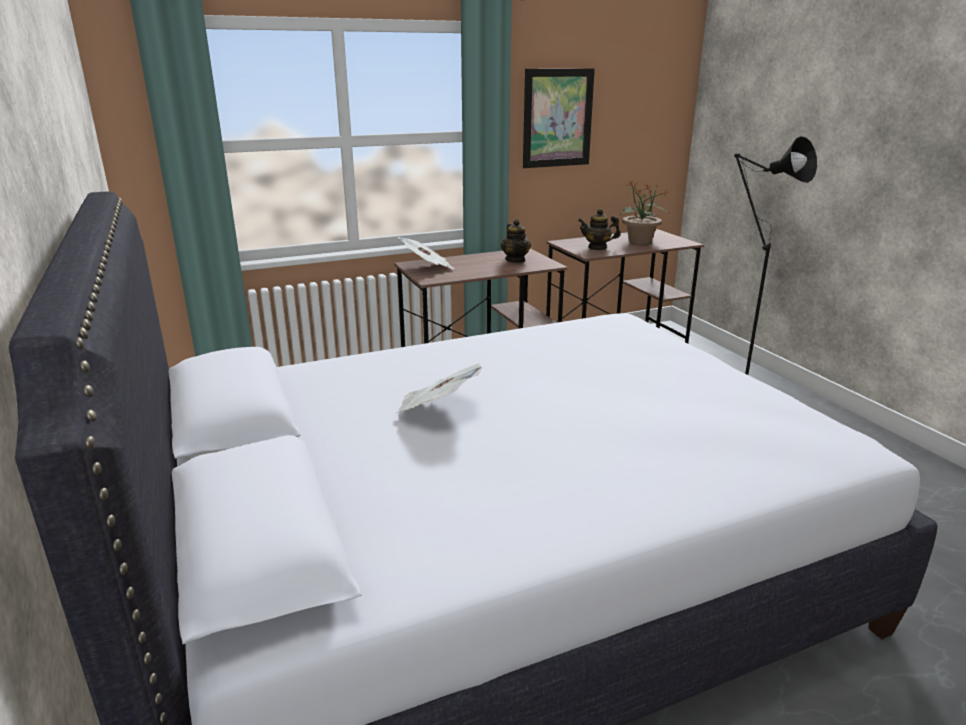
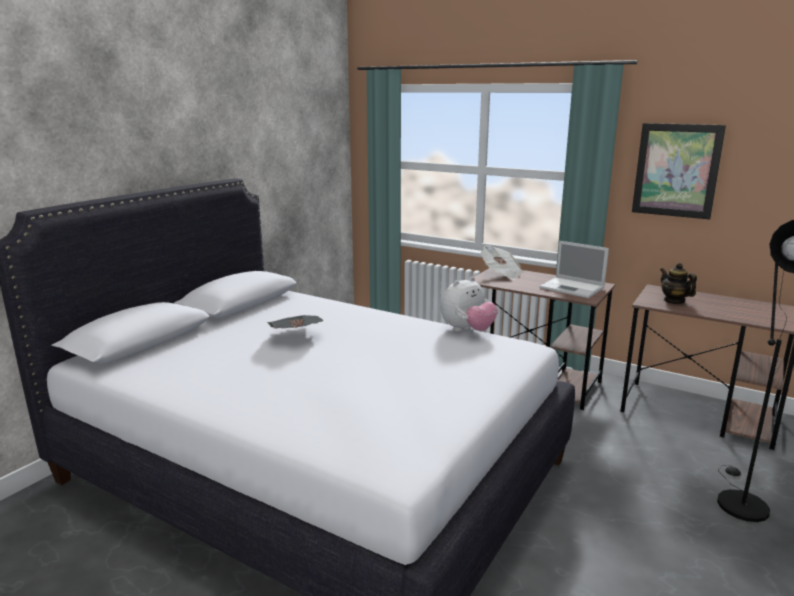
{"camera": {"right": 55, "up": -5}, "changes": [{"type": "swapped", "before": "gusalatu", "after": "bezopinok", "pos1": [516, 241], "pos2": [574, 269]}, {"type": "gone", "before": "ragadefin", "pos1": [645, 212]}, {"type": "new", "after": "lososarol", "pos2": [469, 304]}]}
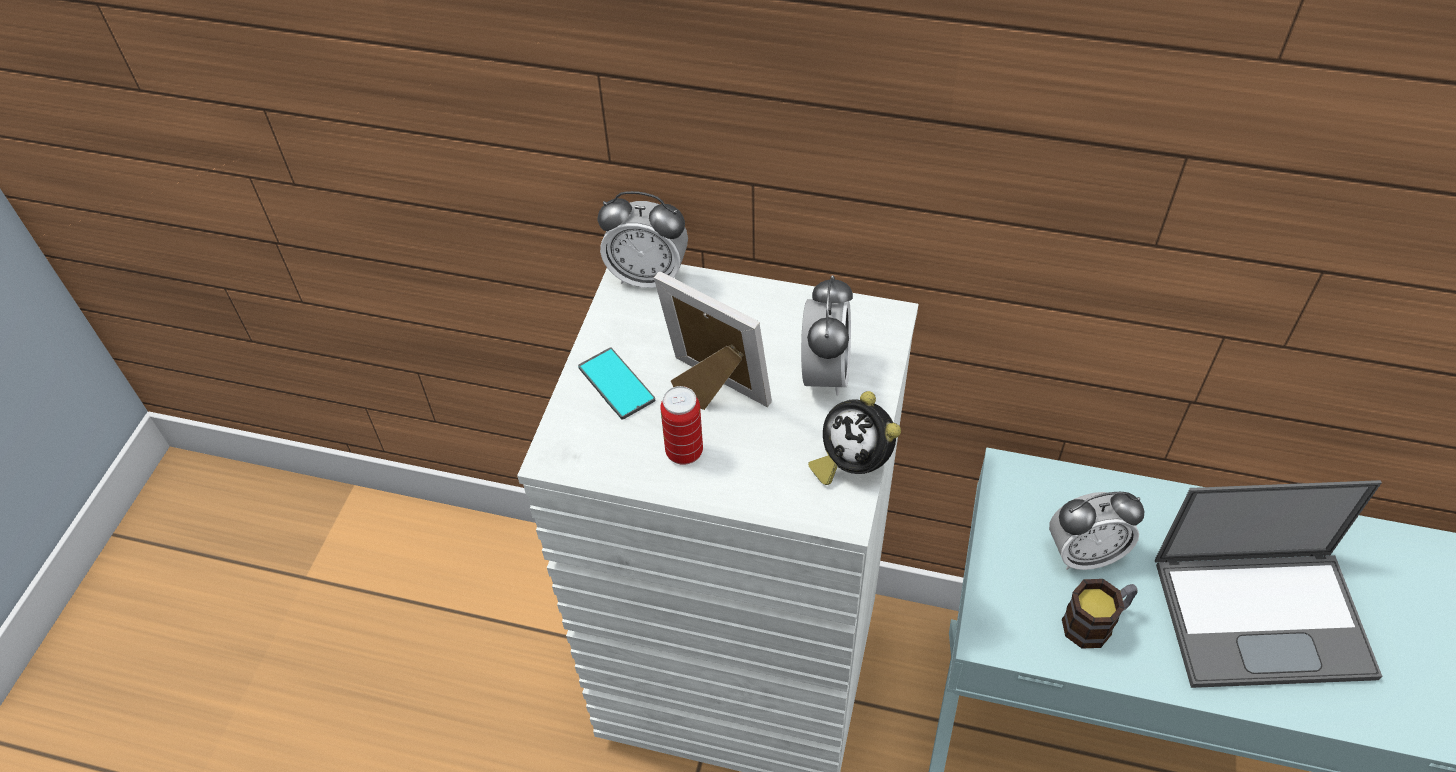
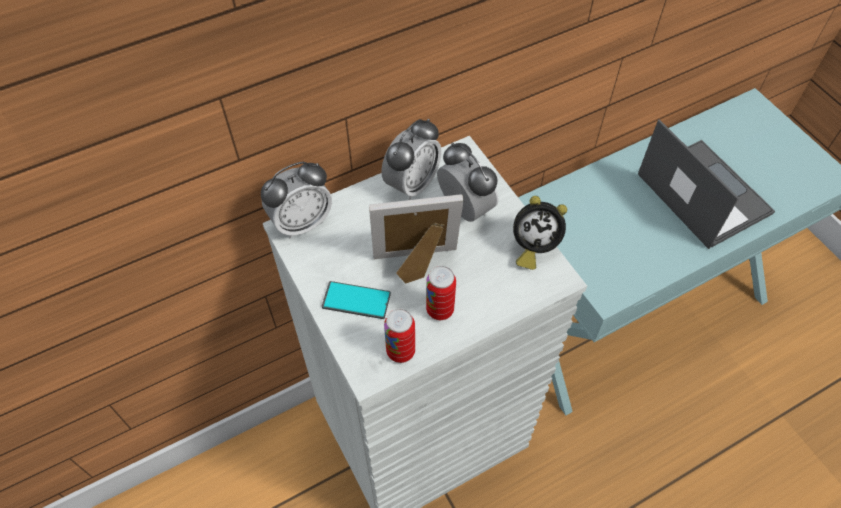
{"camera": {"right": -45, "up": 5}, "changes": [{"type": "shifted", "before": "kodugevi", "pos1": [1096, 531], "pos2": [411, 159]}, {"type": "gone", "before": "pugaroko", "pos1": [1100, 613]}, {"type": "rotated", "before": "bezopinok", "pos1": [1268, 584], "pos2": [706, 184], "turn": -75}, {"type": "new", "after": "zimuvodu", "pos2": [399, 336]}]}
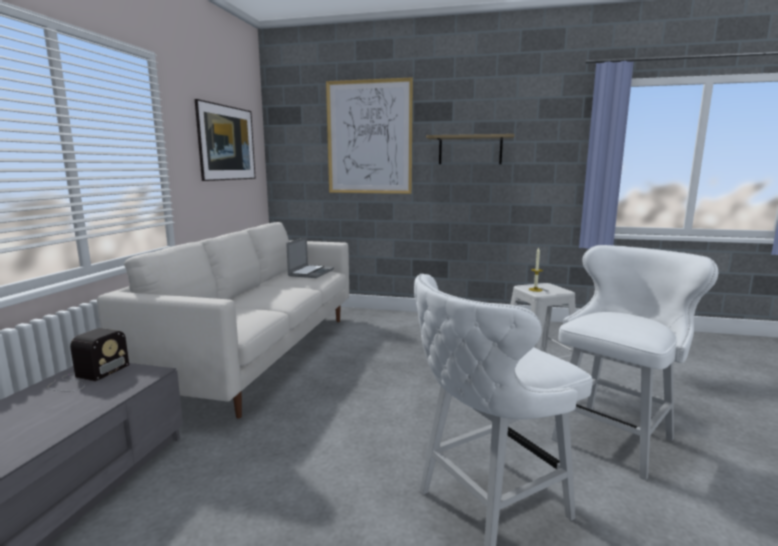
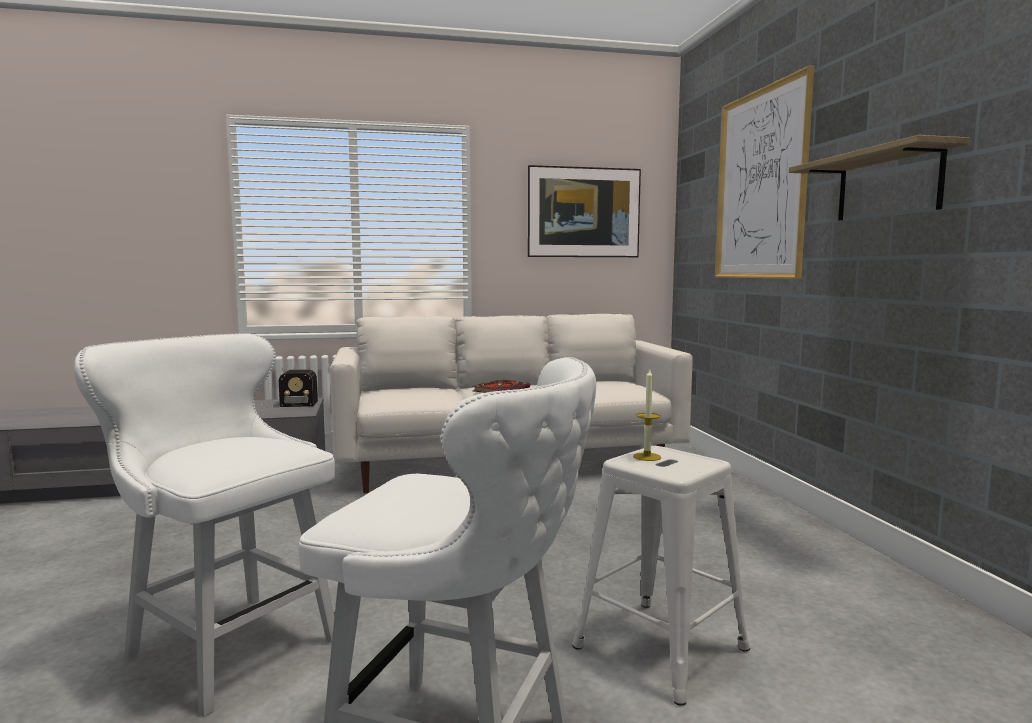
{"camera": {"right": 65, "up": -5}, "changes": [{"type": "gone", "before": "bezopinok", "pos1": [310, 257]}, {"type": "new", "after": "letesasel", "pos2": [501, 386]}]}
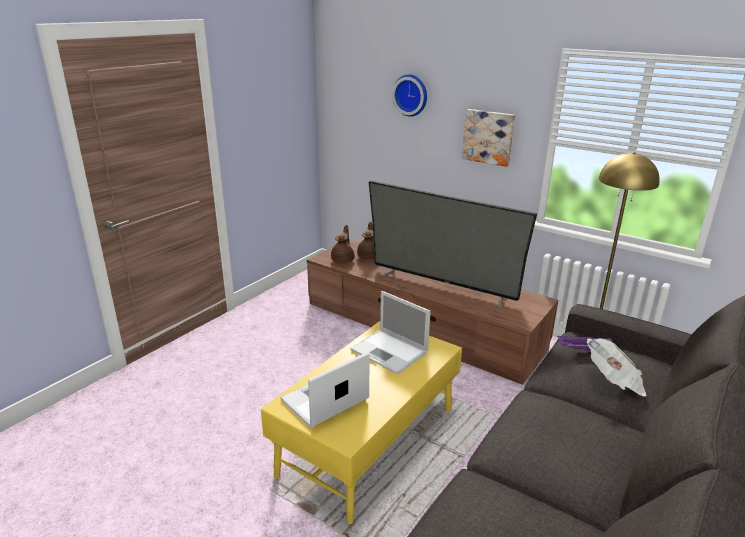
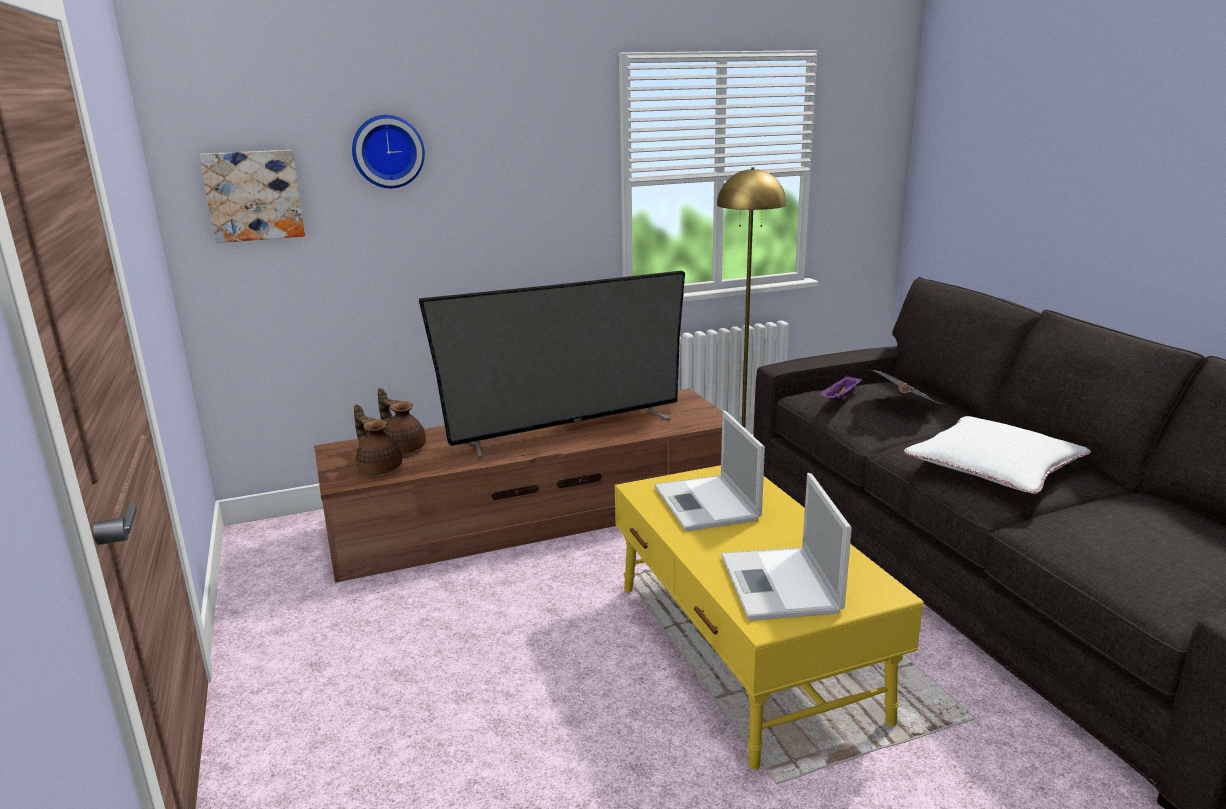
{"camera": {"right": -55, "up": -5}, "changes": [{"type": "rotated", "before": "bezopinok", "pos1": [390, 332], "pos2": [709, 471], "turn": 90}, {"type": "shifted", "before": "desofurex", "pos1": [488, 138], "pos2": [252, 196]}, {"type": "new", "after": "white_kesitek", "pos2": [997, 455]}]}
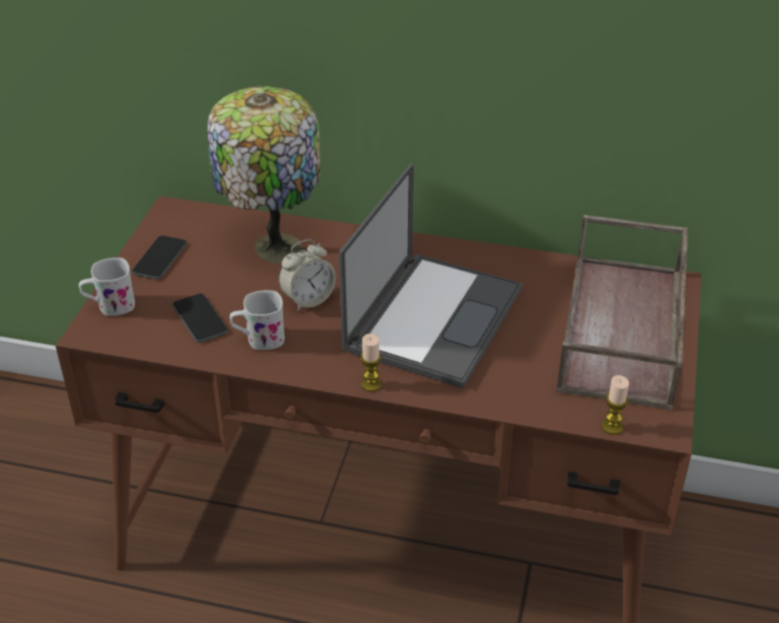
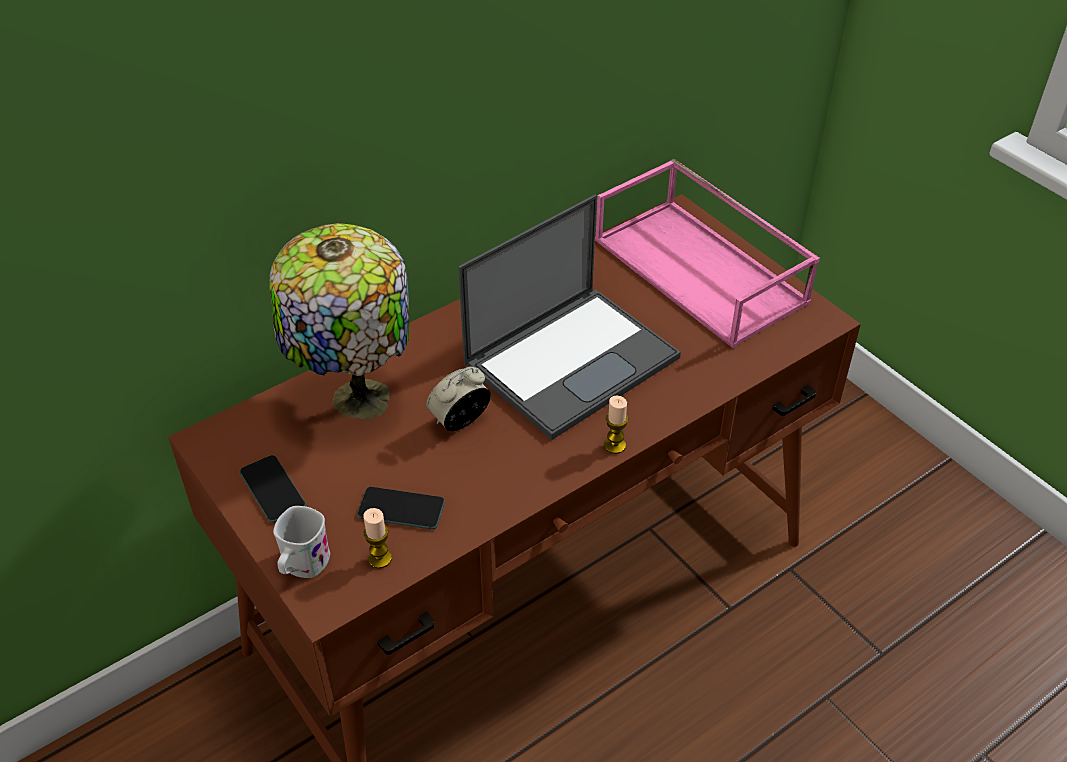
{"camera": {"right": -50, "up": 5}, "changes": [{"type": "gone", "before": "white_pugaroko", "pos1": [257, 320]}, {"type": "rotated", "before": "kodugevi", "pos1": [307, 275], "pos2": [458, 399], "turn": -135}, {"type": "rotated", "before": "bezopinok", "pos1": [430, 275], "pos2": [569, 317], "turn": 75}, {"type": "repainted", "before": "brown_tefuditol", "after": "pink_tefuditol", "pos1": [622, 313], "pos2": [707, 253]}, {"type": "shifted", "before": "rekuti", "pos1": [615, 405], "pos2": [377, 538]}]}
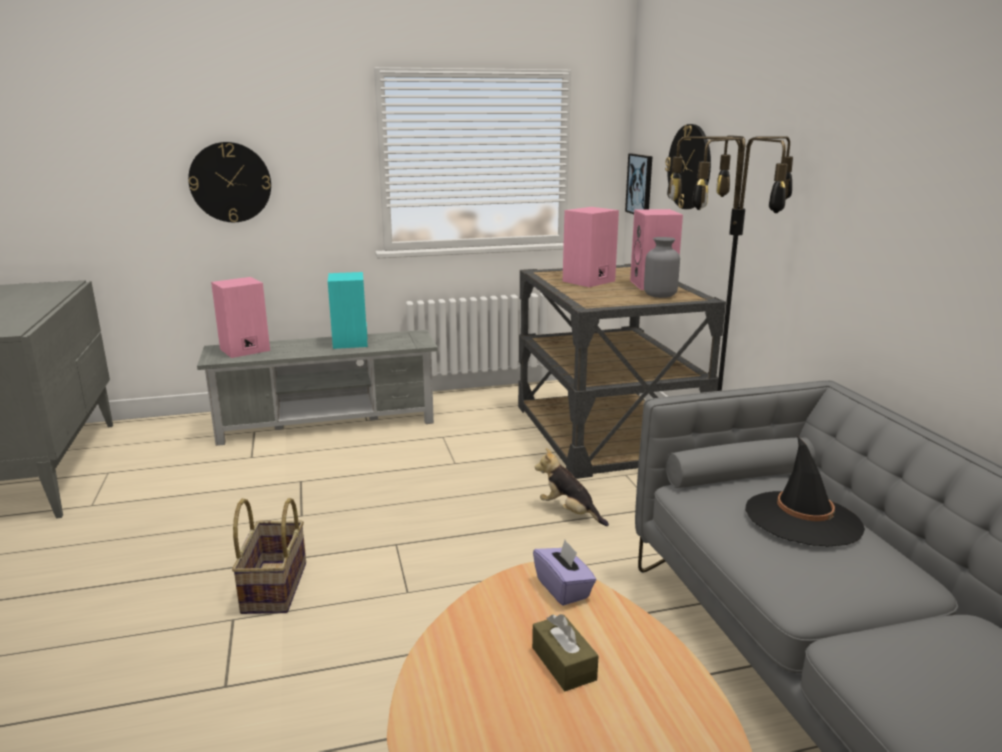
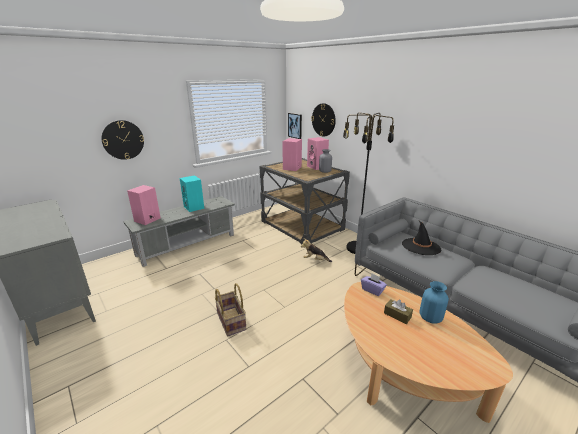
{"camera": {"right": -25, "up": 5}, "changes": [{"type": "new", "after": "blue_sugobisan", "pos2": [434, 302]}]}
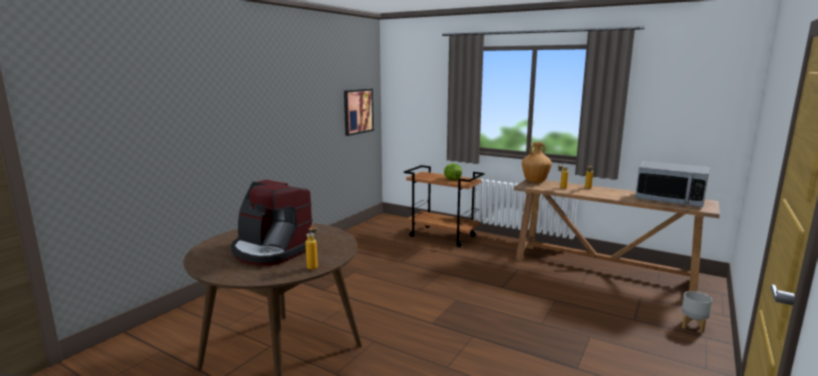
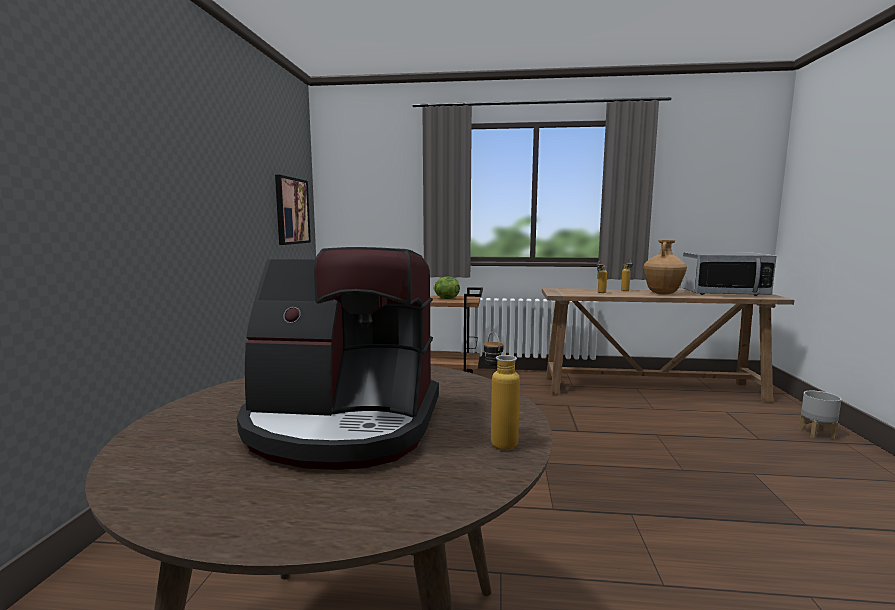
{"camera": {"right": -25, "up": -5}, "changes": [{"type": "shifted", "before": "brown_sugobisan", "pos1": [537, 162], "pos2": [665, 267]}]}
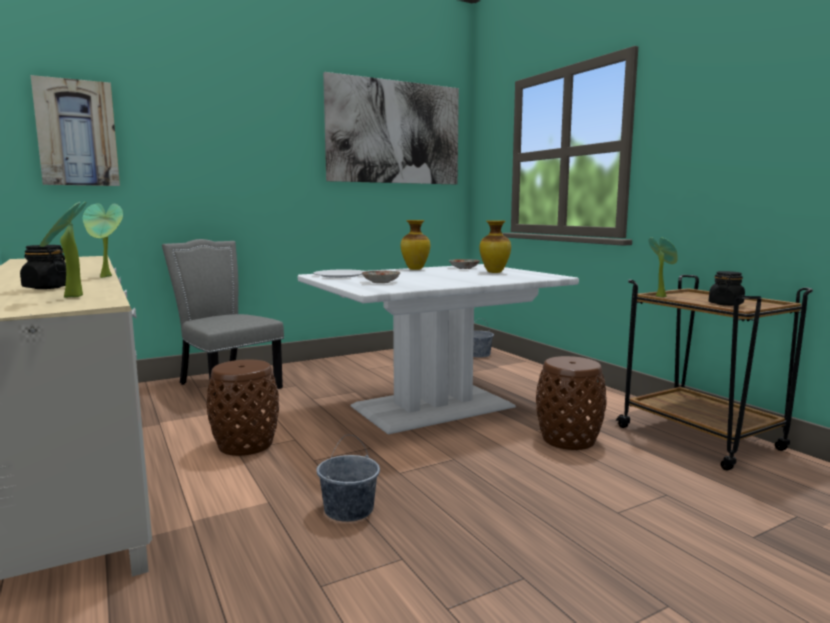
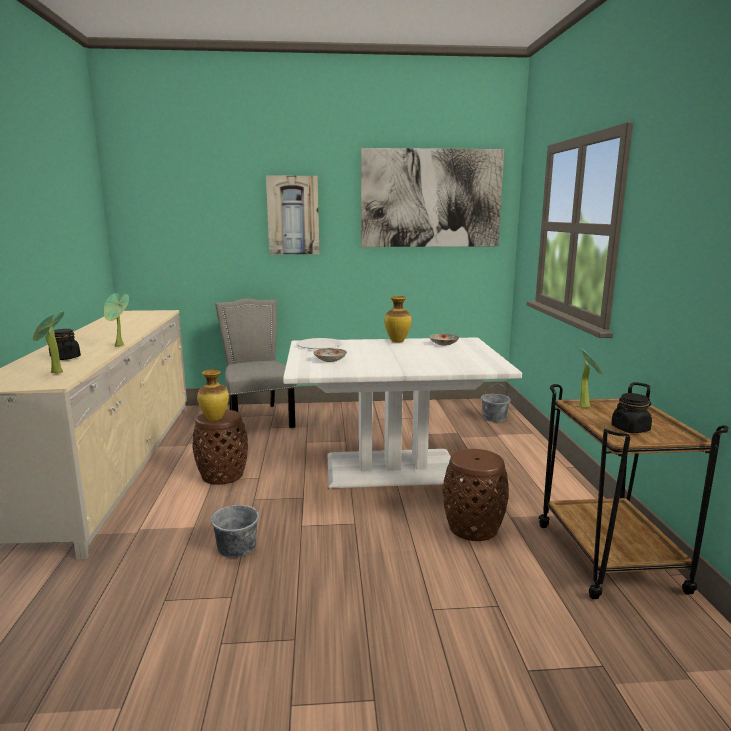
{"camera": {"right": 25, "up": 5}, "changes": [{"type": "shifted", "before": "desofurex", "pos1": [75, 130], "pos2": [292, 215]}, {"type": "shifted", "before": "sugobisan", "pos1": [495, 246], "pos2": [213, 395]}]}
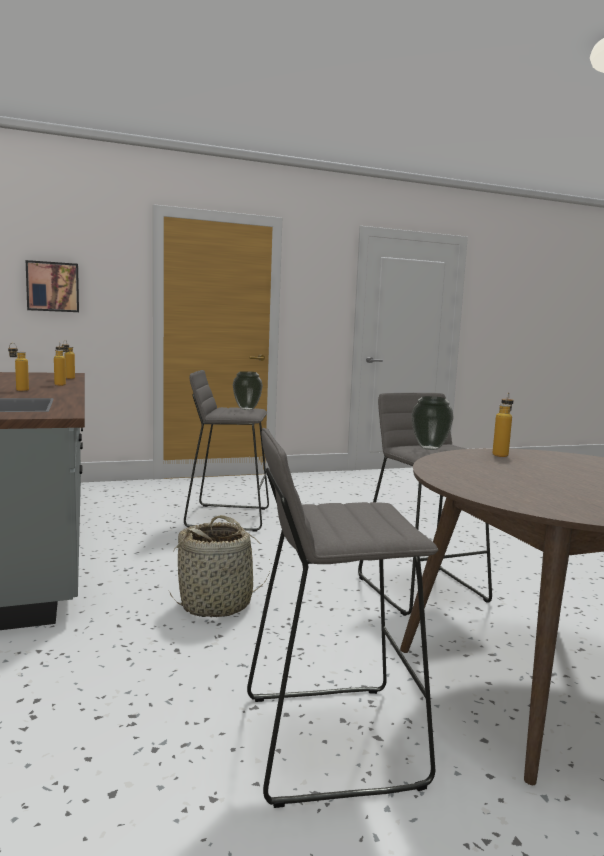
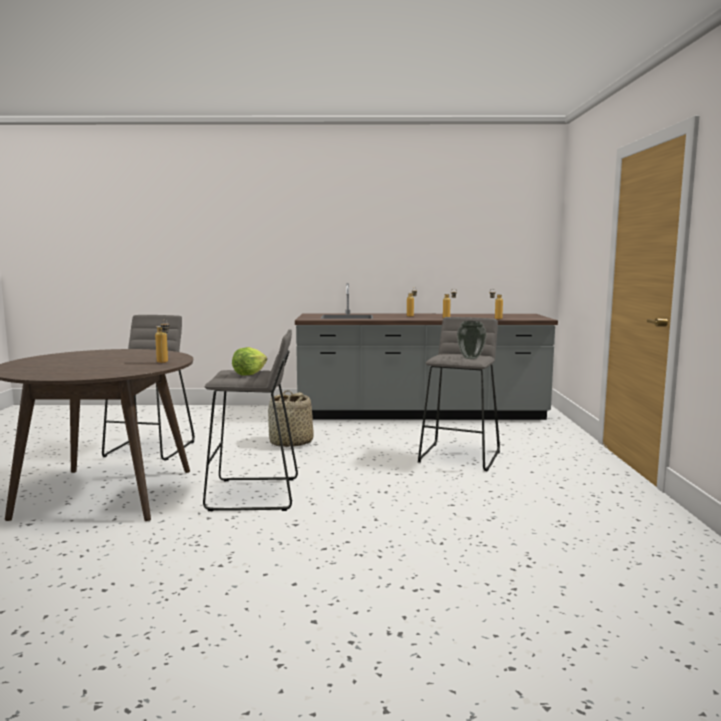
{"camera": {"right": 110, "up": 0}, "changes": [{"type": "gone", "before": "desofurex", "pos1": [52, 286]}, {"type": "swapped", "before": "sugobisan", "after": "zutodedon", "pos1": [433, 423], "pos2": [249, 361]}]}
